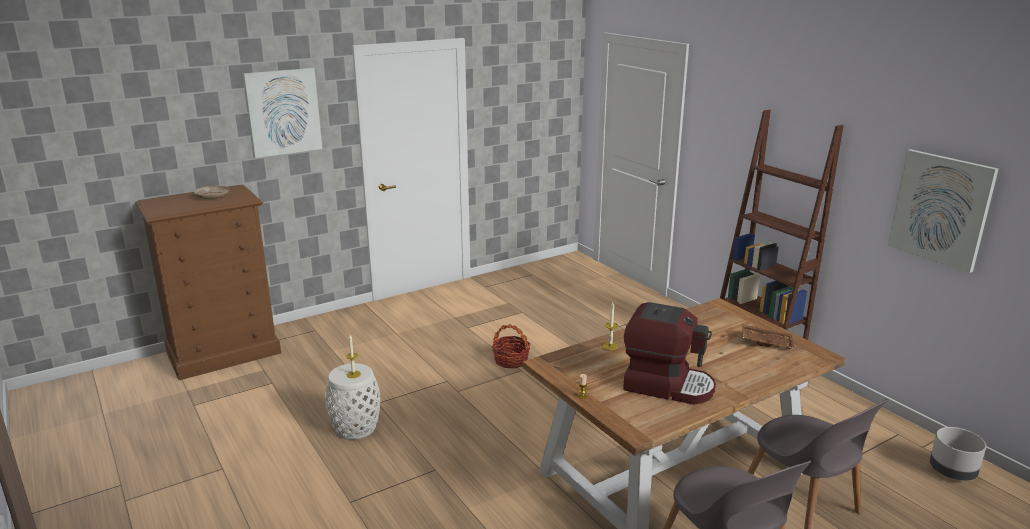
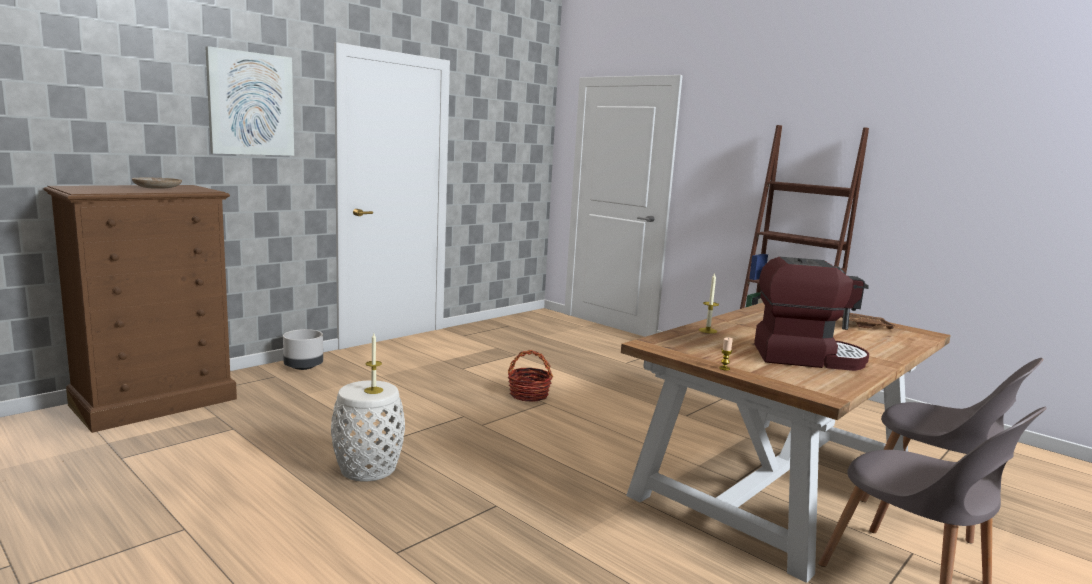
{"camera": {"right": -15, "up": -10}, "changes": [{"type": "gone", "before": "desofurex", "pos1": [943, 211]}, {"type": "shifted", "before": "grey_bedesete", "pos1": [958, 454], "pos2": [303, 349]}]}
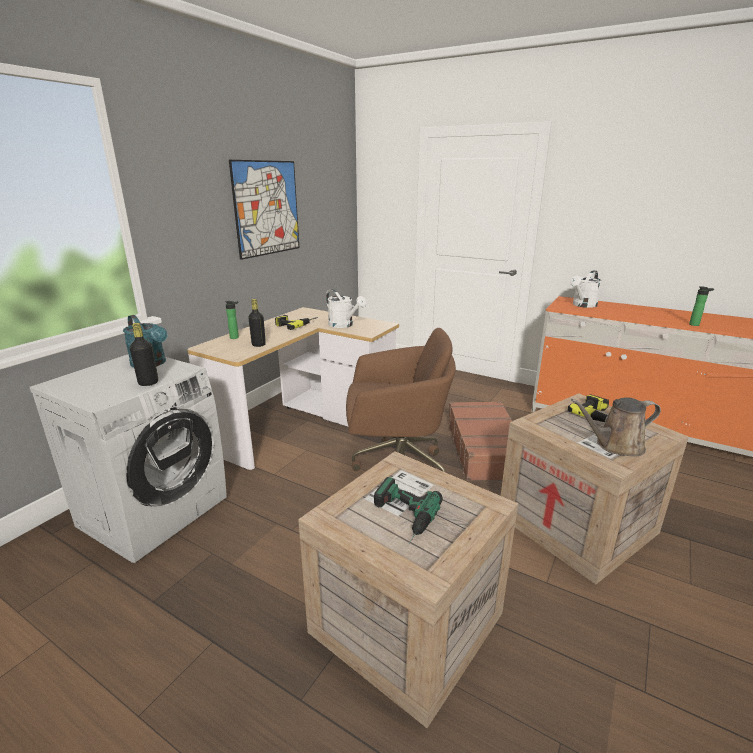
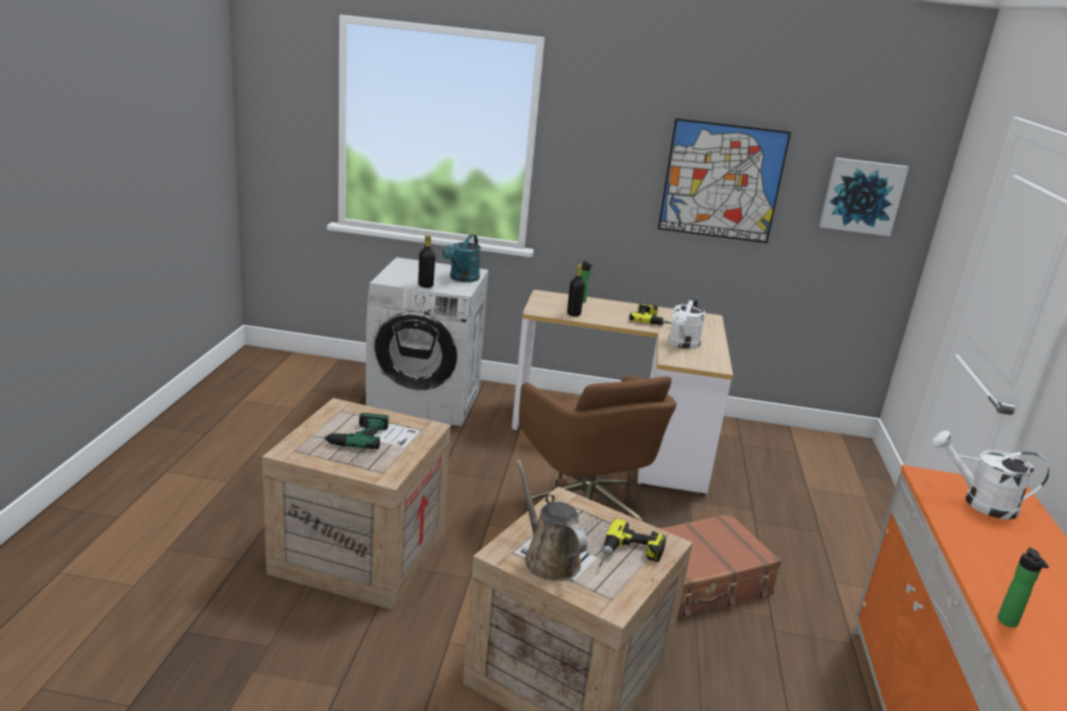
{"camera": {"right": 65, "up": 0}, "changes": [{"type": "new", "after": "desofurex", "pos2": [864, 196]}]}
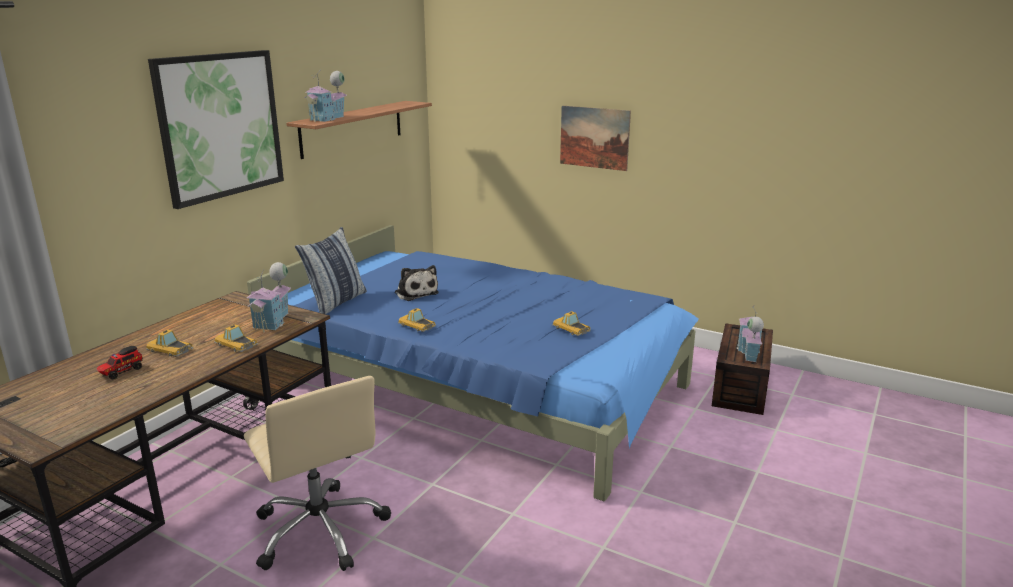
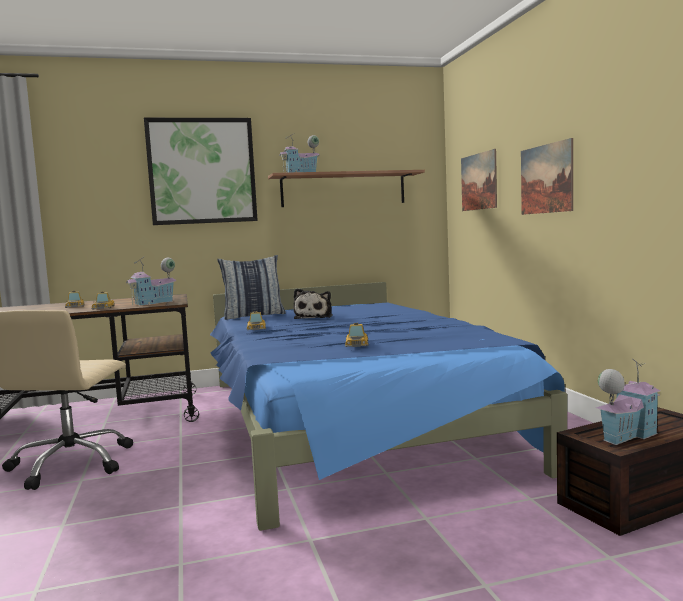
{"camera": {"right": 45, "up": -15}, "changes": [{"type": "gone", "before": "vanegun", "pos1": [120, 362]}, {"type": "new", "after": "desofurex", "pos2": [479, 180]}]}
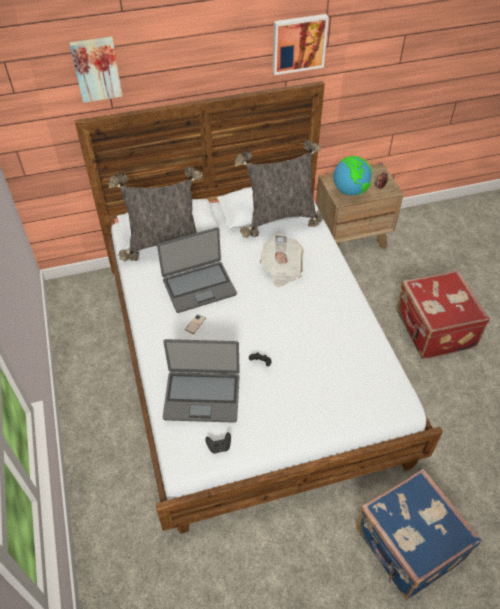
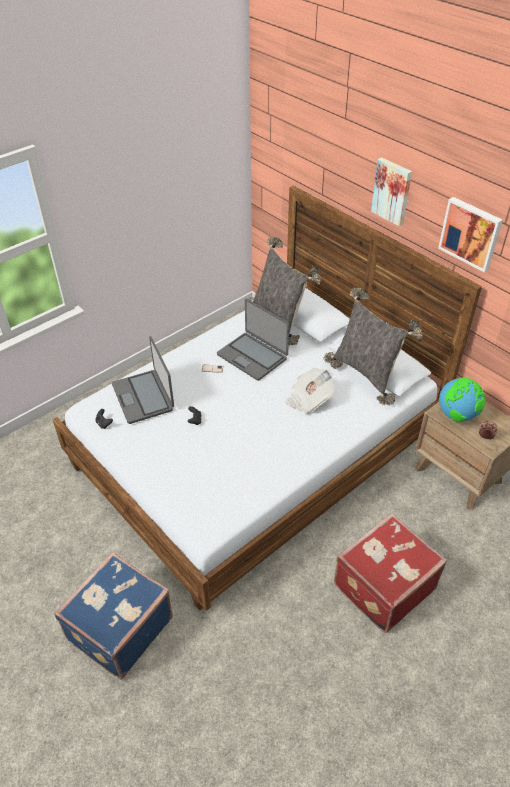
{"camera": {"right": 65, "up": -5}, "changes": [{"type": "shifted", "before": "desofurex", "pos1": [96, 69], "pos2": [391, 192]}]}
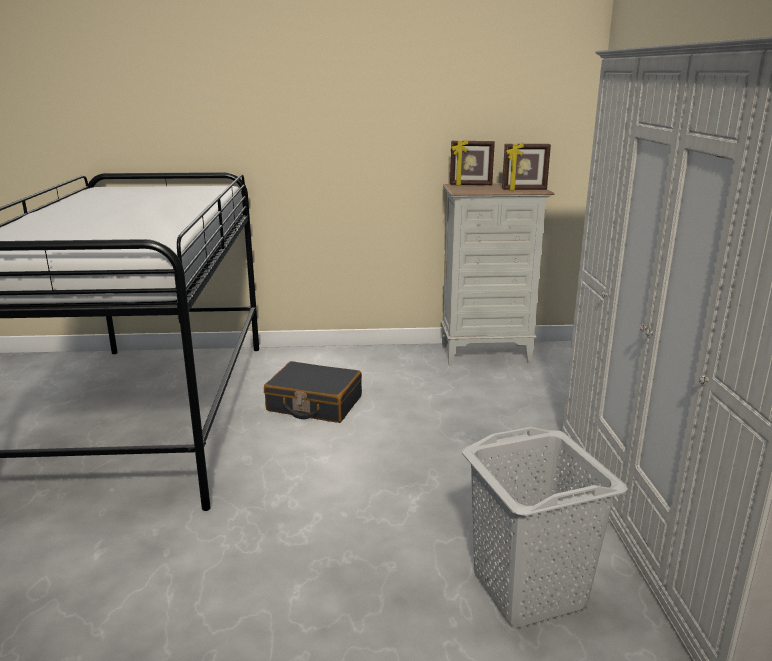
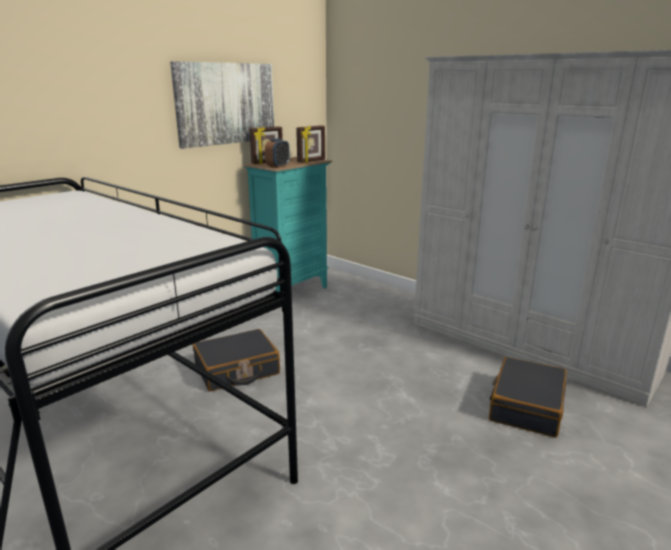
{"camera": {"right": -45, "up": 0}, "changes": [{"type": "repainted", "before": "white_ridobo", "after": "turquoise_ridobo", "pos1": [497, 274], "pos2": [288, 224]}, {"type": "swapped", "before": "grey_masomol", "after": "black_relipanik", "pos1": [545, 527], "pos2": [528, 397]}, {"type": "new", "after": "desofurex", "pos2": [222, 105]}, {"type": "new", "after": "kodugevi", "pos2": [277, 153]}]}
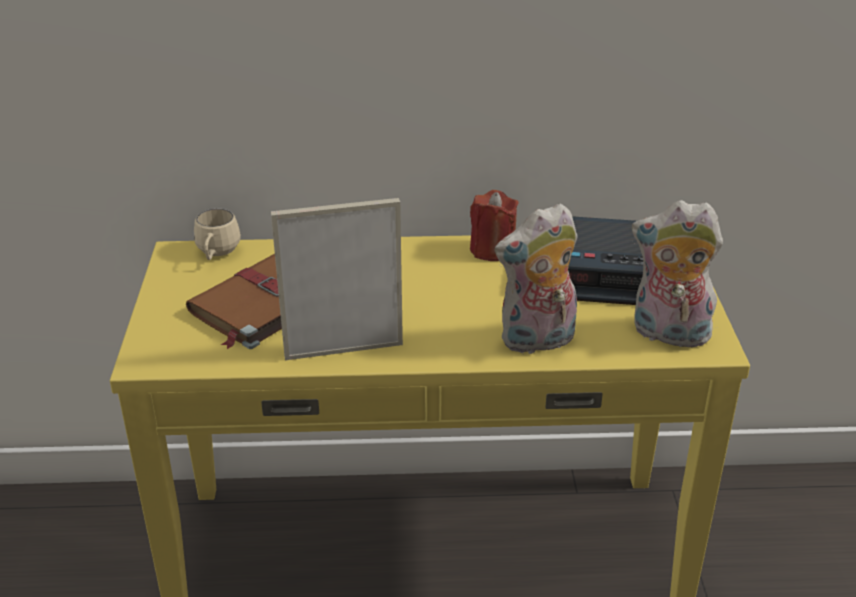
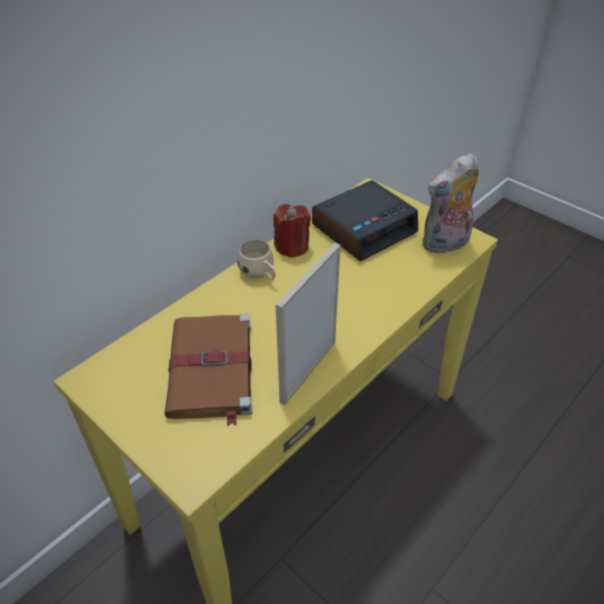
{"camera": {"right": -45, "up": 10}, "changes": [{"type": "shifted", "before": "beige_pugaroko", "pos1": [217, 234], "pos2": [257, 260]}, {"type": "gone", "before": "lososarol", "pos1": [536, 278]}]}
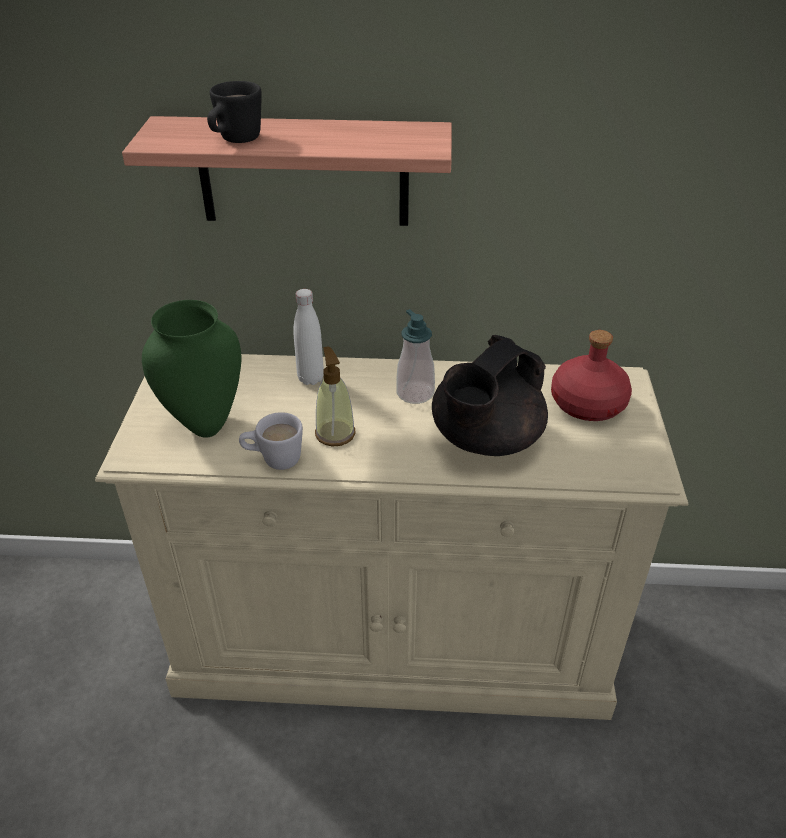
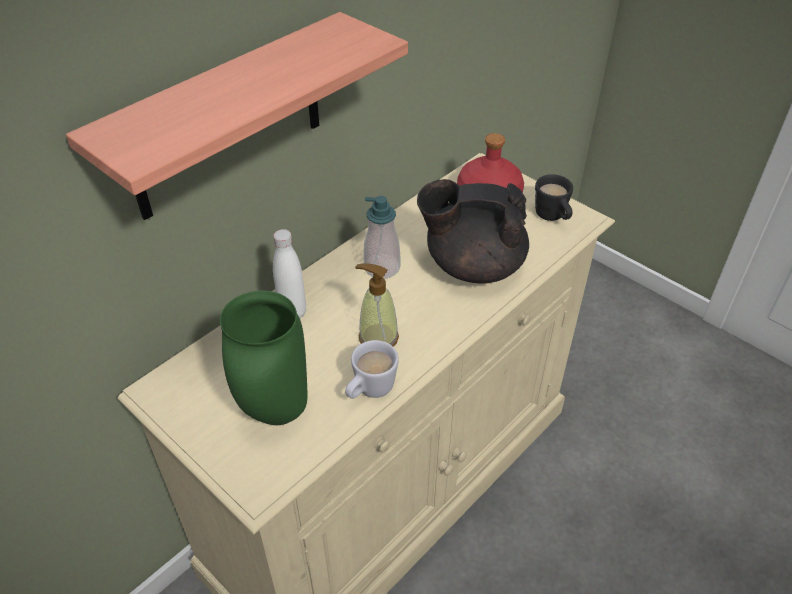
{"camera": {"right": -50, "up": 5}, "changes": [{"type": "shifted", "before": "black_pugaroko", "pos1": [234, 112], "pos2": [554, 197]}, {"type": "rotated", "before": "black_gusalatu", "pos1": [490, 395], "pos2": [473, 231], "turn": 105}]}
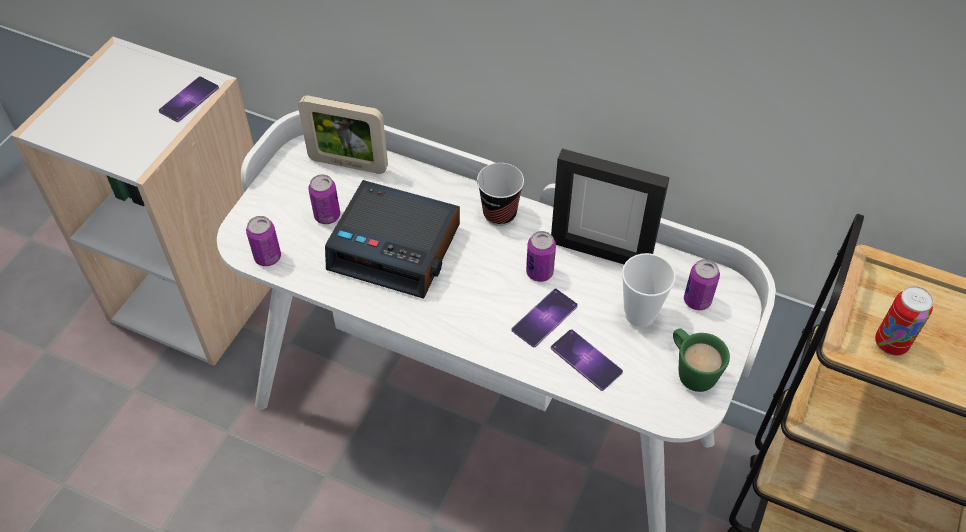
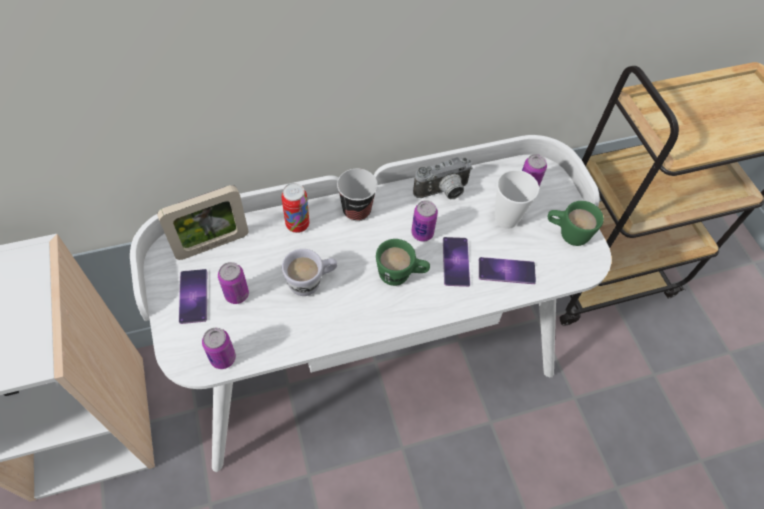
{"camera": {"right": -45, "up": 5}, "changes": [{"type": "shifted", "before": "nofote", "pos1": [189, 99], "pos2": [193, 296]}, {"type": "swapped", "before": "kodugevi", "after": "white_pugaroko", "pos1": [392, 239], "pos2": [309, 272]}, {"type": "swapped", "before": "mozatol", "after": "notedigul", "pos1": [610, 206], "pos2": [443, 178]}, {"type": "shifted", "before": "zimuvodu", "pos1": [904, 321], "pos2": [295, 208]}, {"type": "new", "after": "green_pugaroko", "pos2": [403, 262]}]}
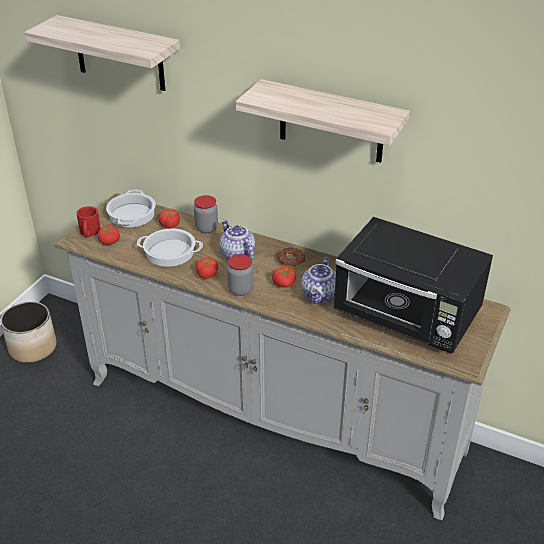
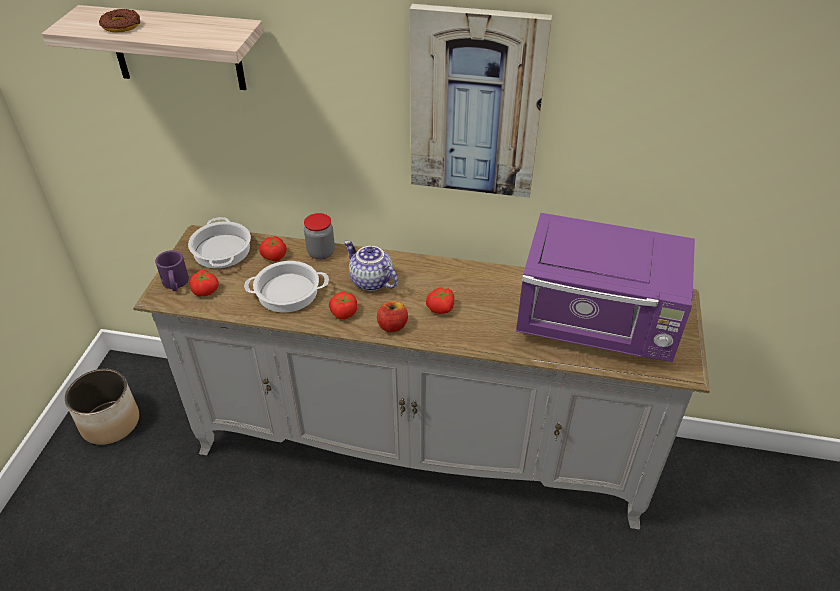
{"camera": {"right": -15, "up": 5}, "changes": [{"type": "repainted", "before": "red_pugaroko", "after": "purple_pugaroko", "pos1": [89, 222], "pos2": [172, 270]}, {"type": "swapped", "before": "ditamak", "after": "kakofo", "pos1": [240, 275], "pos2": [392, 316]}, {"type": "swapped", "before": "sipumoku", "after": "desofurex", "pos1": [323, 121], "pos2": [481, 101]}, {"type": "shifted", "before": "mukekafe", "pos1": [291, 257], "pos2": [120, 21]}, {"type": "gone", "before": "gusalatu", "pos1": [318, 280]}, {"type": "repainted", "before": "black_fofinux", "after": "purple_fofinux", "pos1": [413, 285], "pos2": [605, 287]}]}
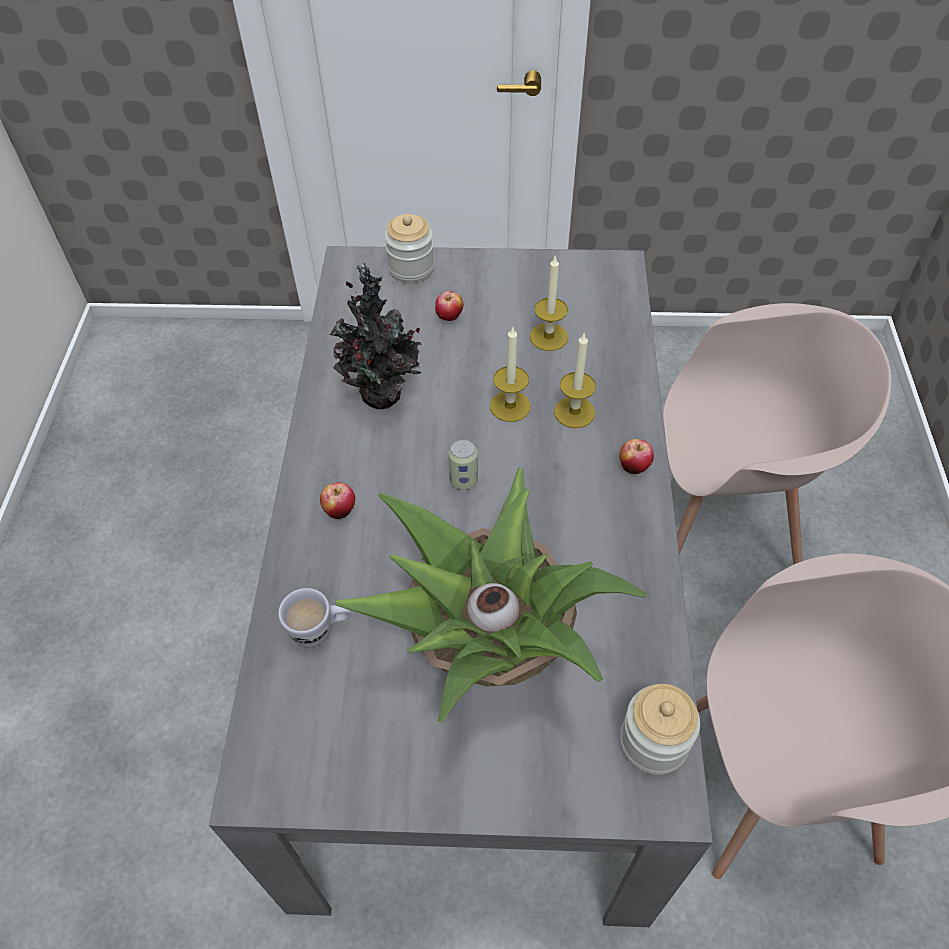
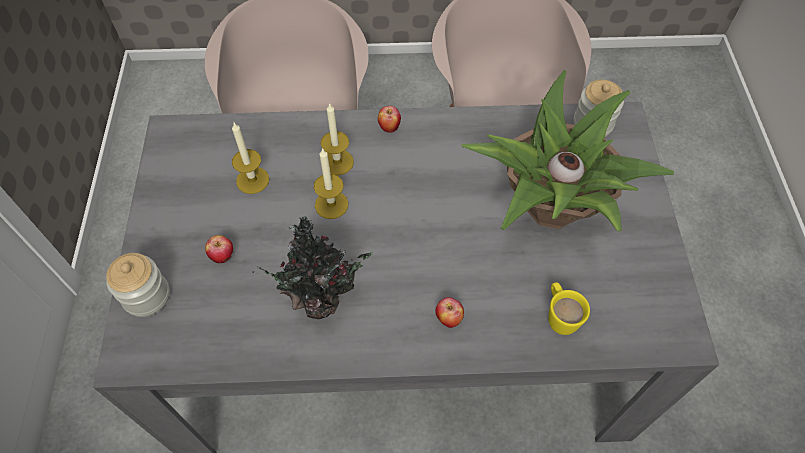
{"camera": {"right": -95, "up": 5}, "changes": [{"type": "repainted", "before": "white_pugaroko", "after": "yellow_pugaroko", "pos1": [315, 618], "pos2": [569, 308]}, {"type": "gone", "before": "zimuvodu", "pos1": [463, 464]}]}
